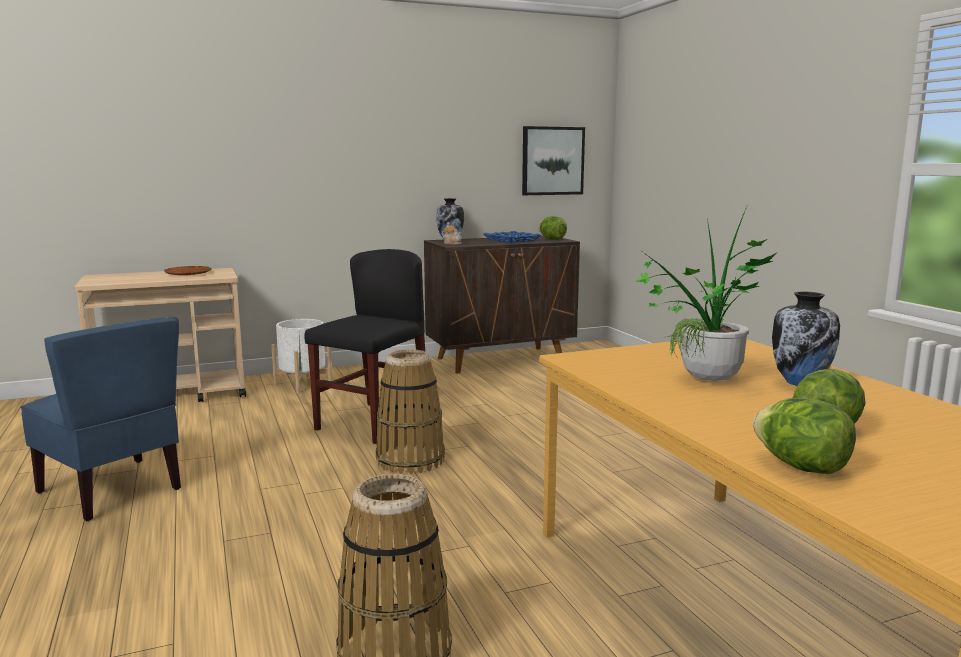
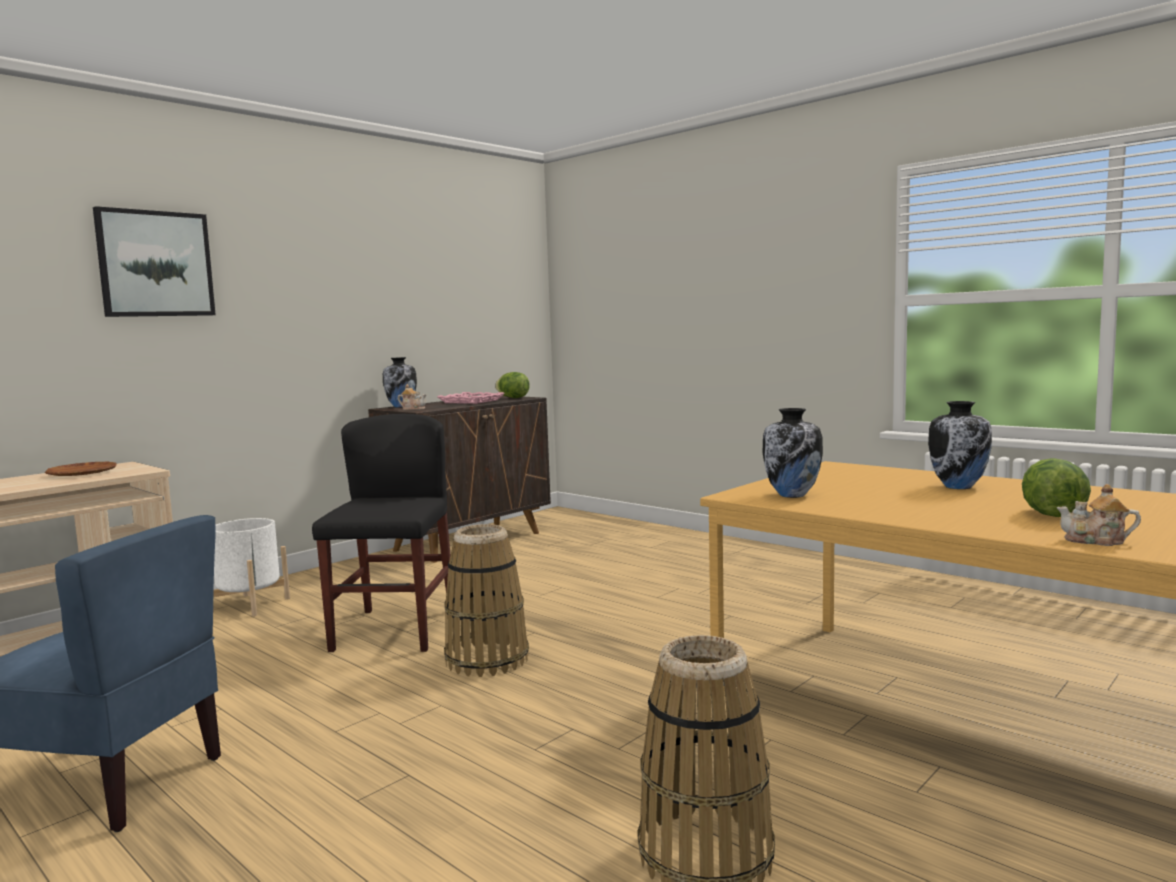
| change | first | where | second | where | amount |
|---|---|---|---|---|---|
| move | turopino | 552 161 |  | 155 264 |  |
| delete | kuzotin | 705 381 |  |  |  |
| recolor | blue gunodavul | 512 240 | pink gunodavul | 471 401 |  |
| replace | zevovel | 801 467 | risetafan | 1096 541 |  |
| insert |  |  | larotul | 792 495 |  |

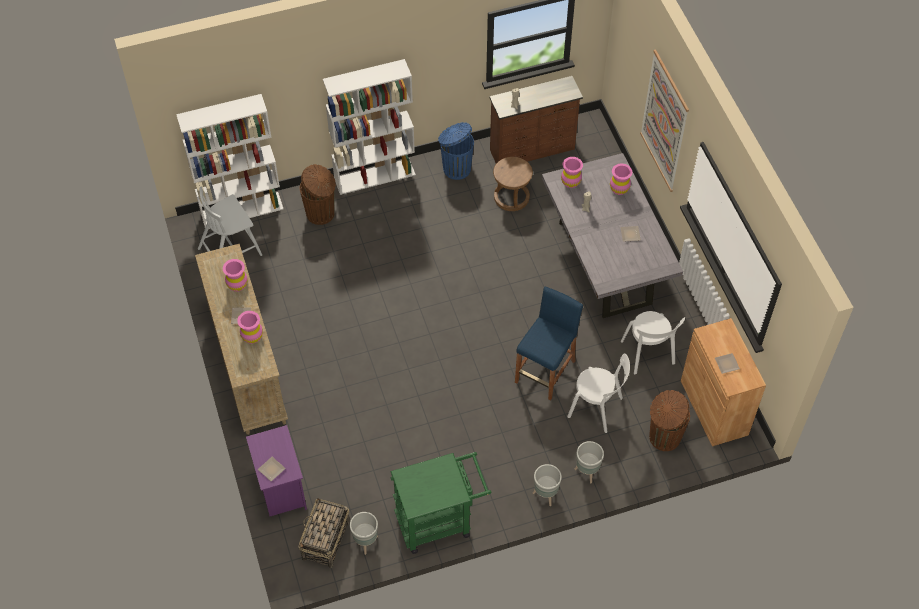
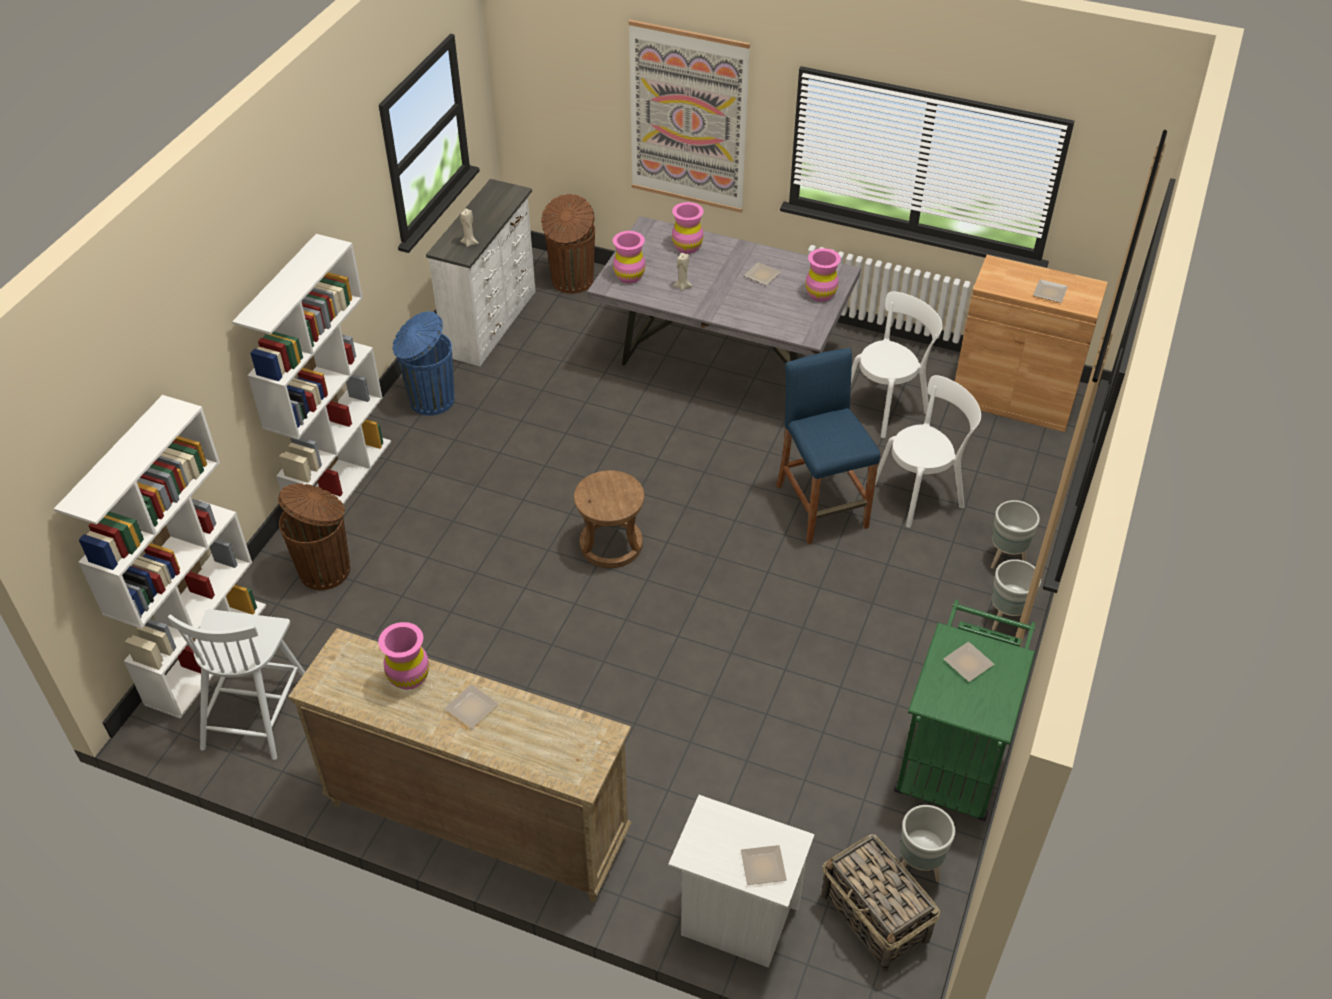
| change | first | where | second | where | amount |
|---|---|---|---|---|---|
| recolor | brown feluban | 533 150 | white feluban | 492 323 |  |
| move | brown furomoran | 511 197 |  | 611 544 |  |
| move | pink larotul | 252 337 |  | 820 294 |  |
| rotate | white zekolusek | 648 354 |  | 887 406 | 60 degrees counterclockwise |
| move | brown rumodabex | 663 437 |  | 572 281 |  |
| recolor | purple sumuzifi | 281 490 | white sumuzifi | 735 920 |  |
| insert |  |  | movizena | 968 662 |  |

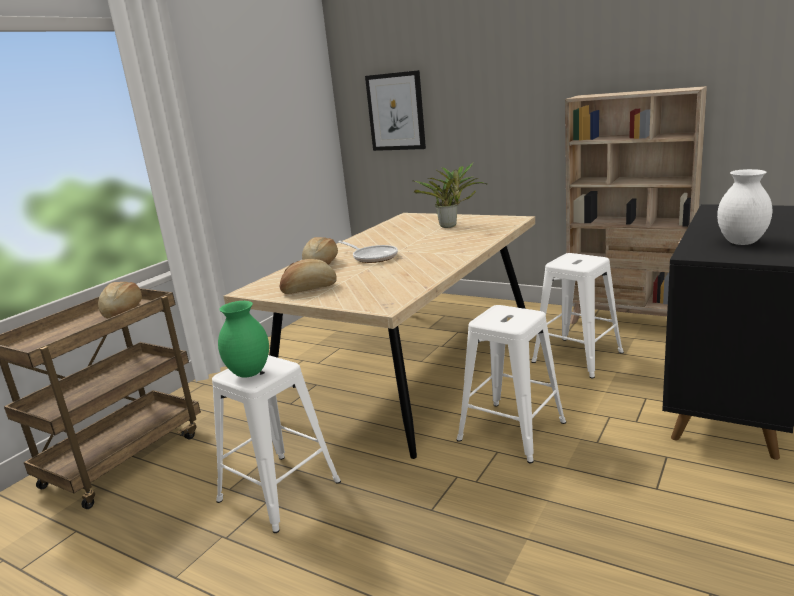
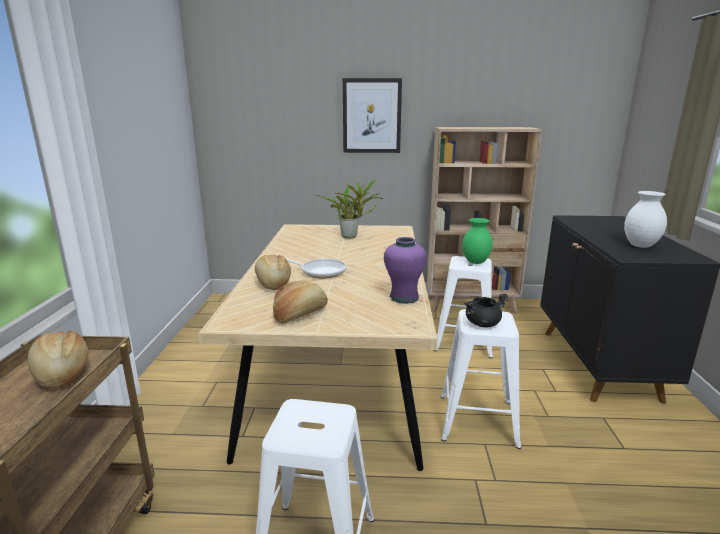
| change | first | where | second | where | amount |
|---|---|---|---|---|---|
| move | turopino | 396 111 |  | 372 116 |  |
| move | green larotul | 249 373 |  | 476 262 |  |
| insert |  |  | purple larotul | 404 298 |  |
| insert |  |  | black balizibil | 482 323 |  |

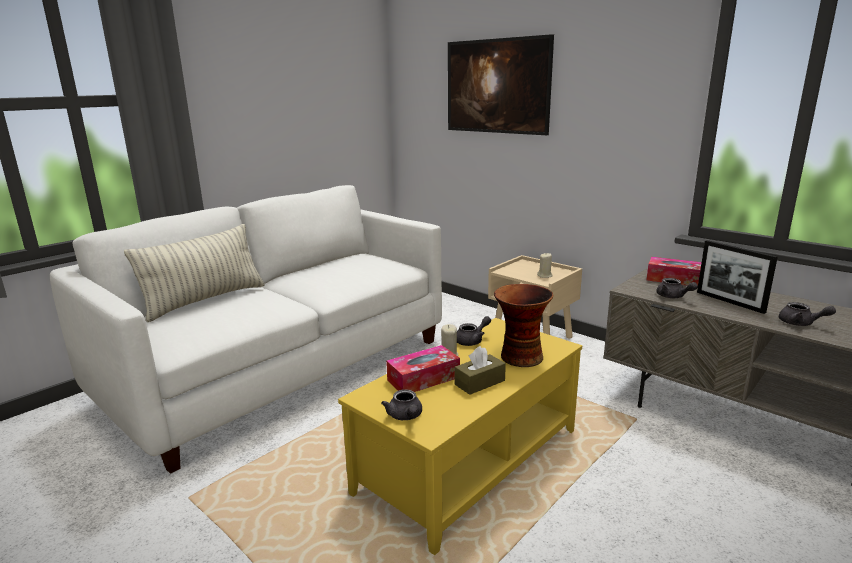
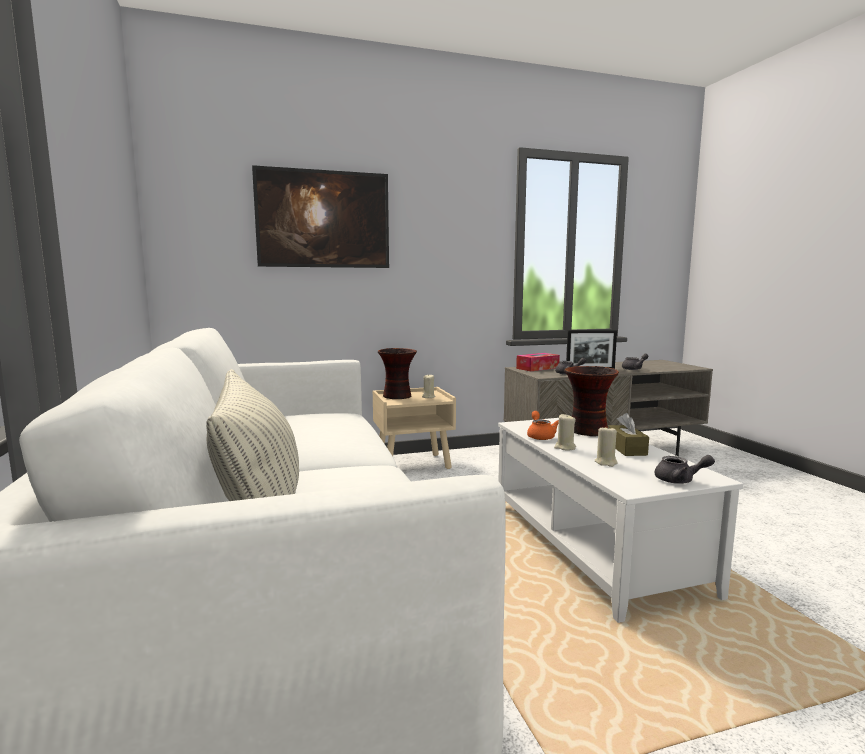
| change | first | where | second | where | amount |
|---|---|---|---|---|---|
| recolor | grey risetafan | 472 341 | orange risetafan | 540 436 |  |
| recolor | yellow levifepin | 468 460 | white levifepin | 590 546 |  |
| replace | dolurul | 423 379 | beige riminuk | 606 462 |  |
| insert |  |  | larotul | 398 396 |  |

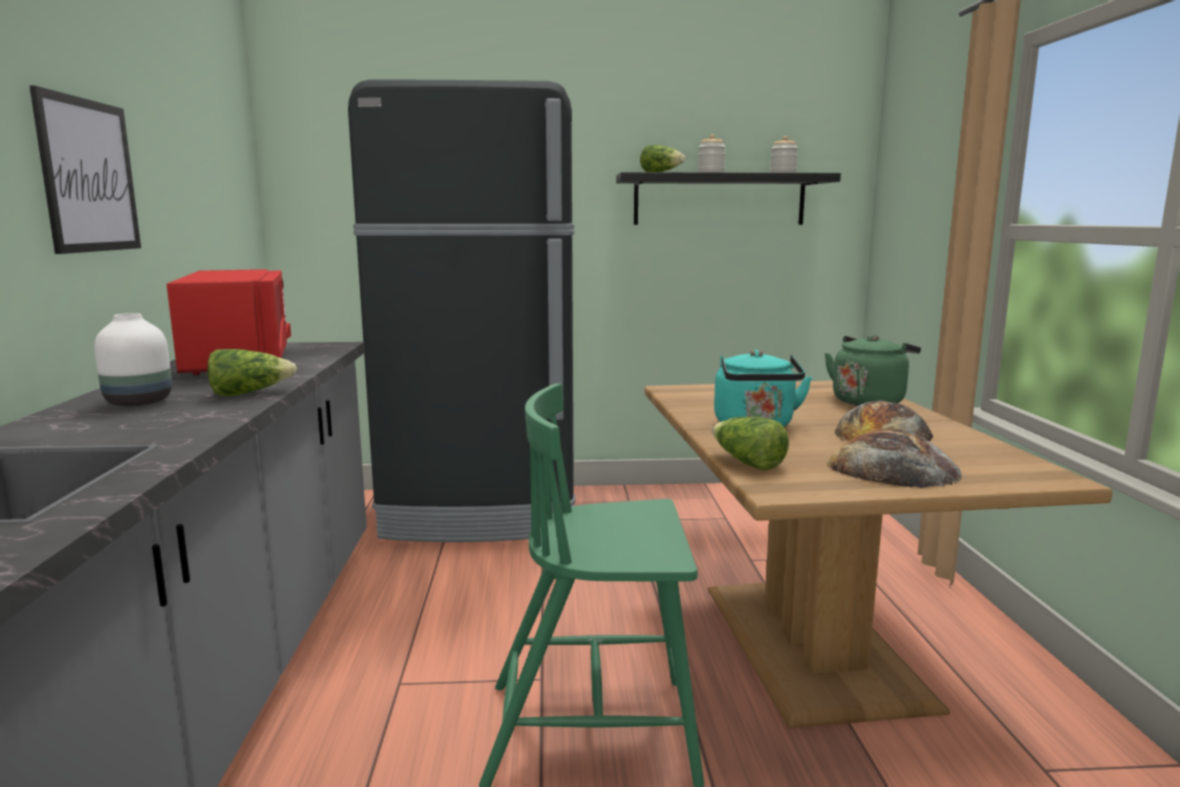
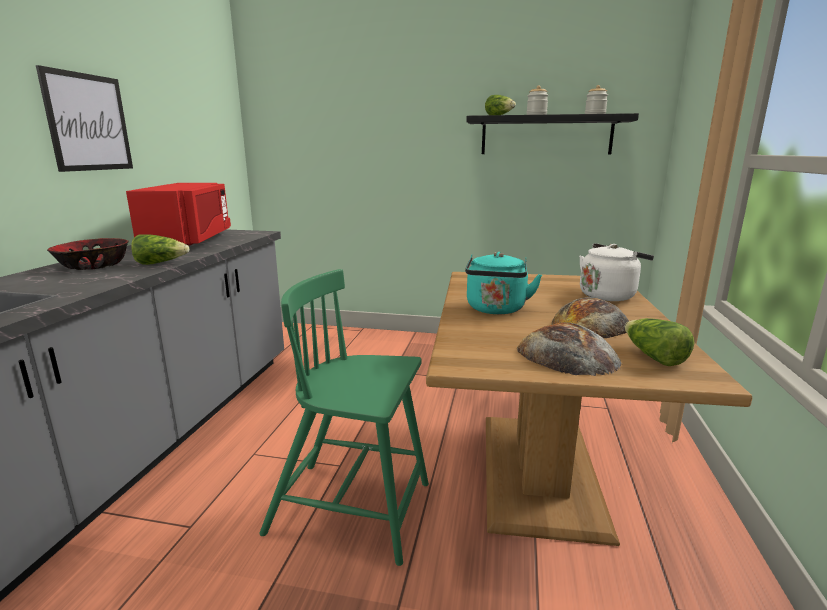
| change | first | where | second | where | amount |
|---|---|---|---|---|---|
| delete | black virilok | 483 512 |  |  |  |
| replace | white larotul | 138 403 | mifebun | 93 265 |  |
| recolor | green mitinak | 869 401 | white mitinak | 609 295 |  |
| move | zevovel | 747 463 |  | 653 357 |  |

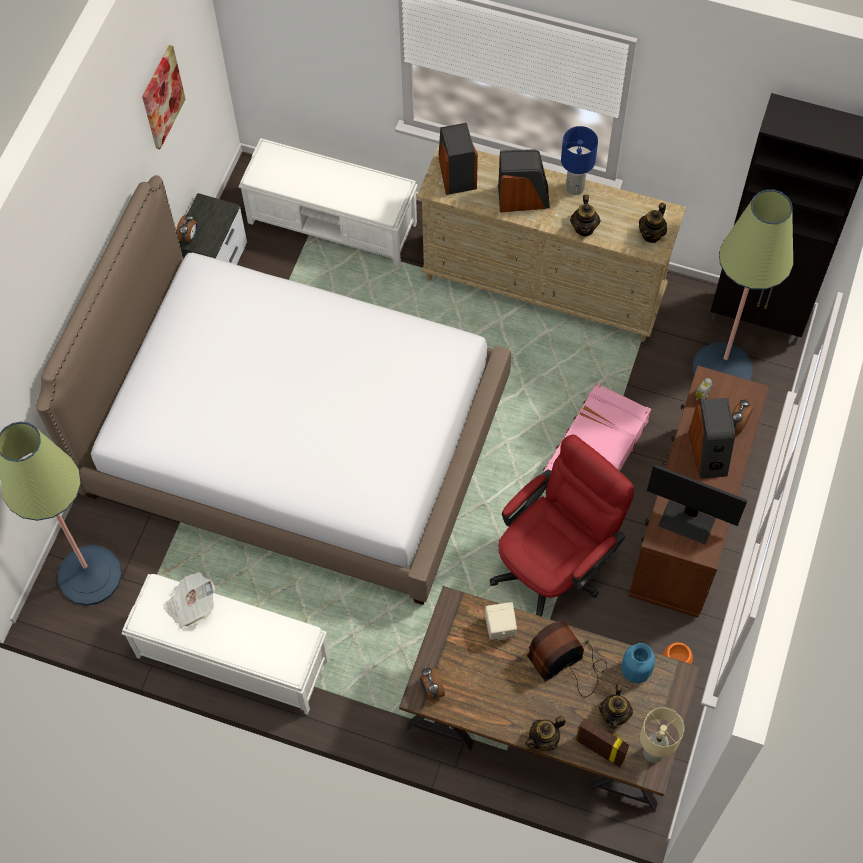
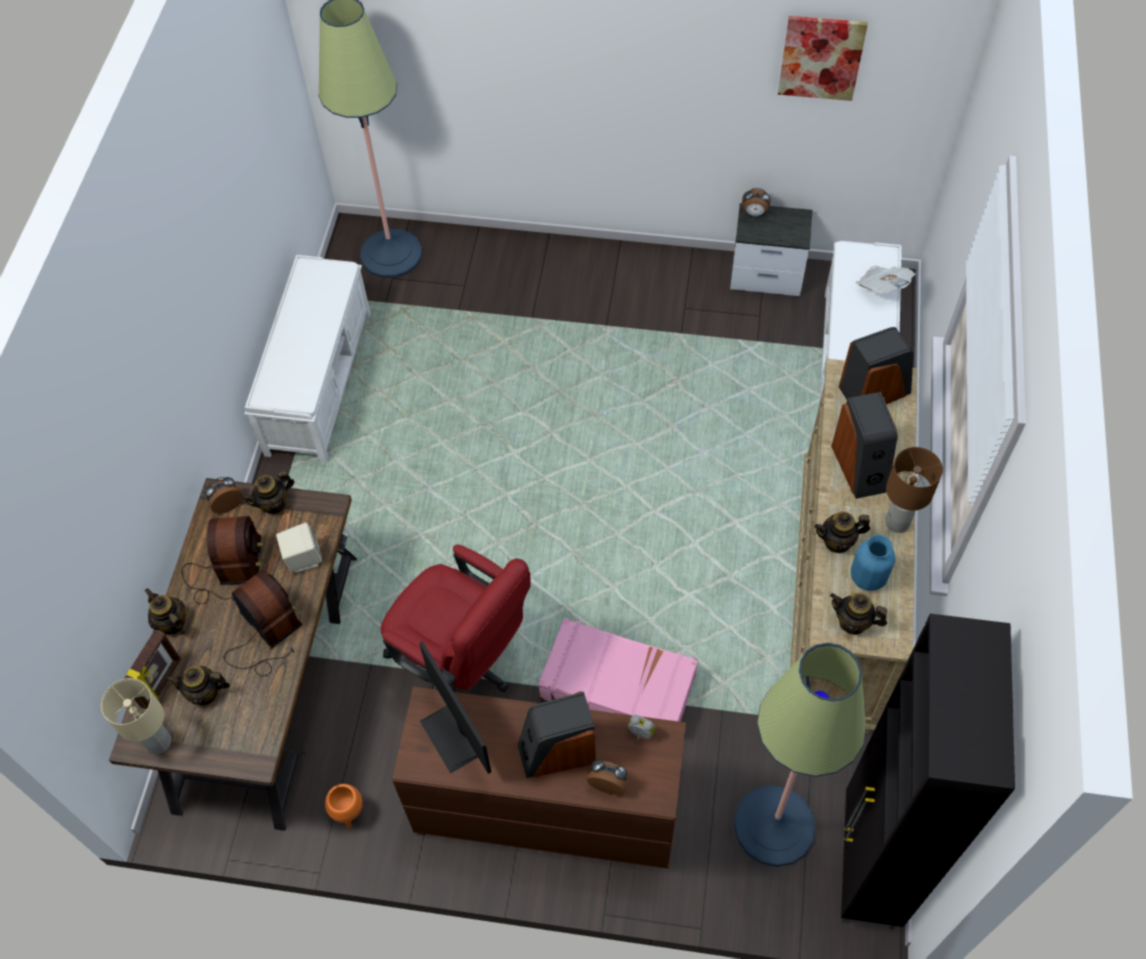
| change | first | where | second | where | amount |
|---|---|---|---|---|---|
| recolor | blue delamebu | 575 188 | brown delamebu | 897 523 |  |
| delete | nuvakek | 296 440 |  |  |  |
| rotate | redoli | 687 521 |  | 454 736 | 45 degrees counterclockwise |
| move | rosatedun | 191 605 |  | 882 287 |  |
| move | blue larotul | 636 670 |  | 868 577 |  |
| insert |  |  | risetafan | 274 504 |  |
| insert |  |  | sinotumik | 227 570 |  |

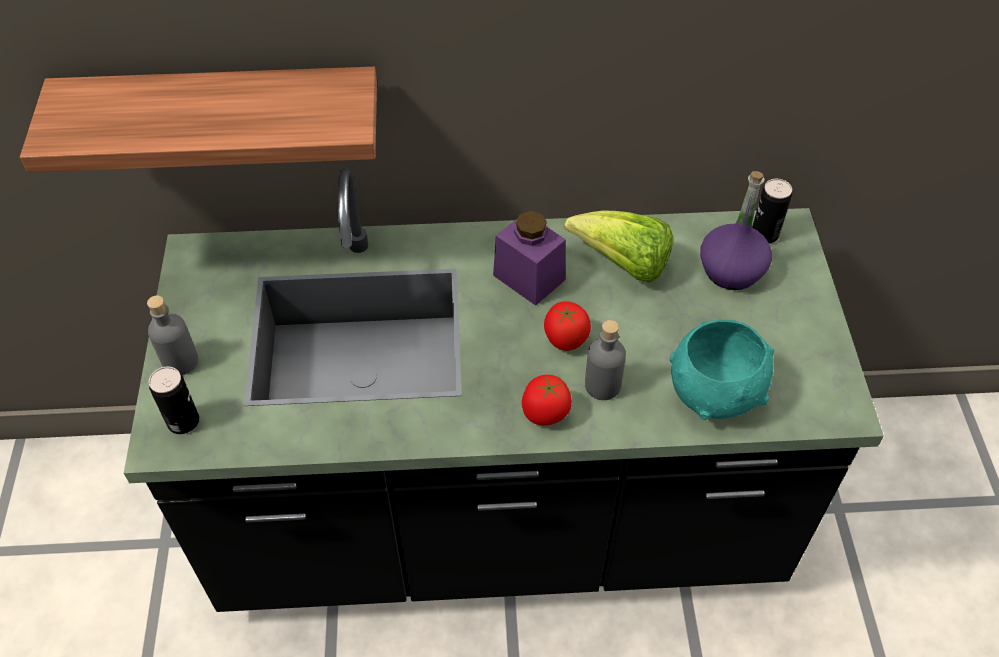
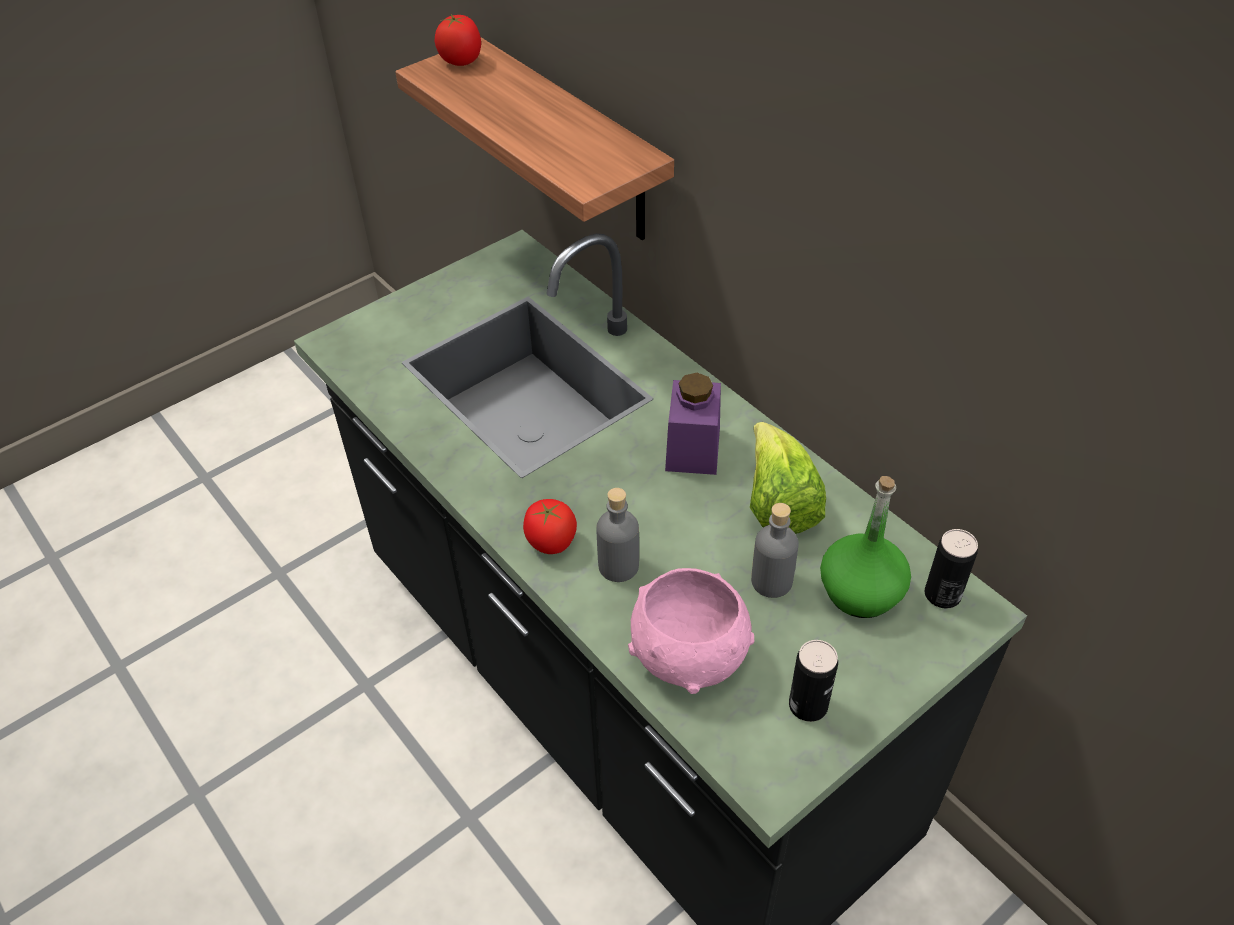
| change | first | where | second | where | amount |
|---|---|---|---|---|---|
| recolor | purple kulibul | 731 270 | green kulibul | 861 591 |  |
| move | grey kulibul | 180 361 |  | 771 581 |  |
| move | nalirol | 565 339 |  | 461 61 |  |
| recolor | turquoise mifebun | 715 394 | pink mifebun | 688 658 |  |
| move | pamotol | 183 421 |  | 808 705 |  |

